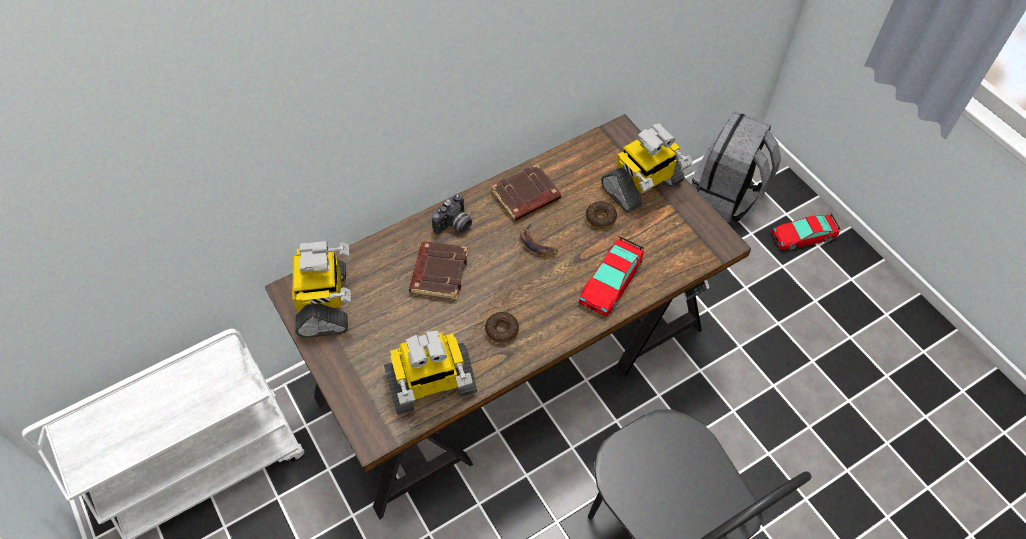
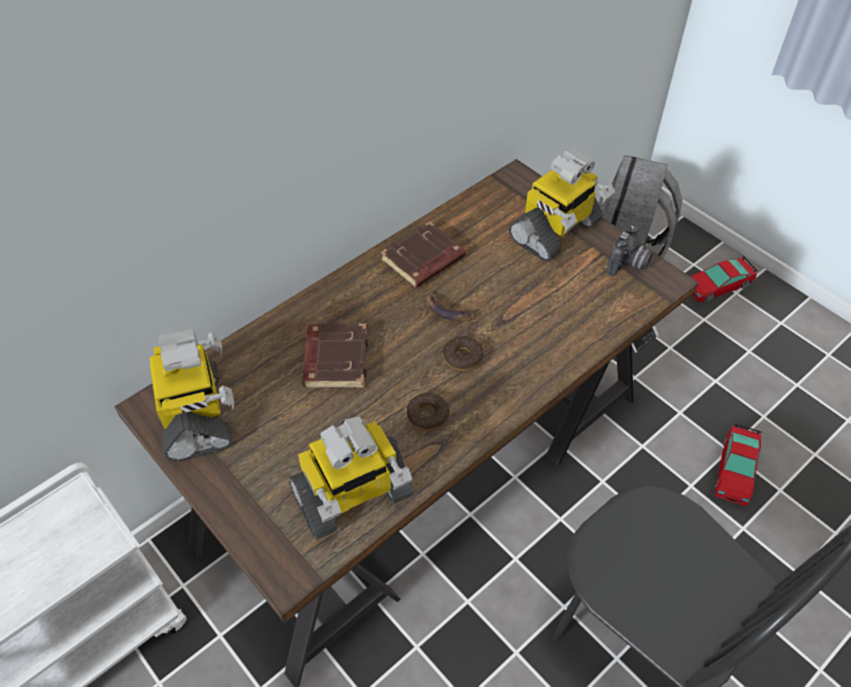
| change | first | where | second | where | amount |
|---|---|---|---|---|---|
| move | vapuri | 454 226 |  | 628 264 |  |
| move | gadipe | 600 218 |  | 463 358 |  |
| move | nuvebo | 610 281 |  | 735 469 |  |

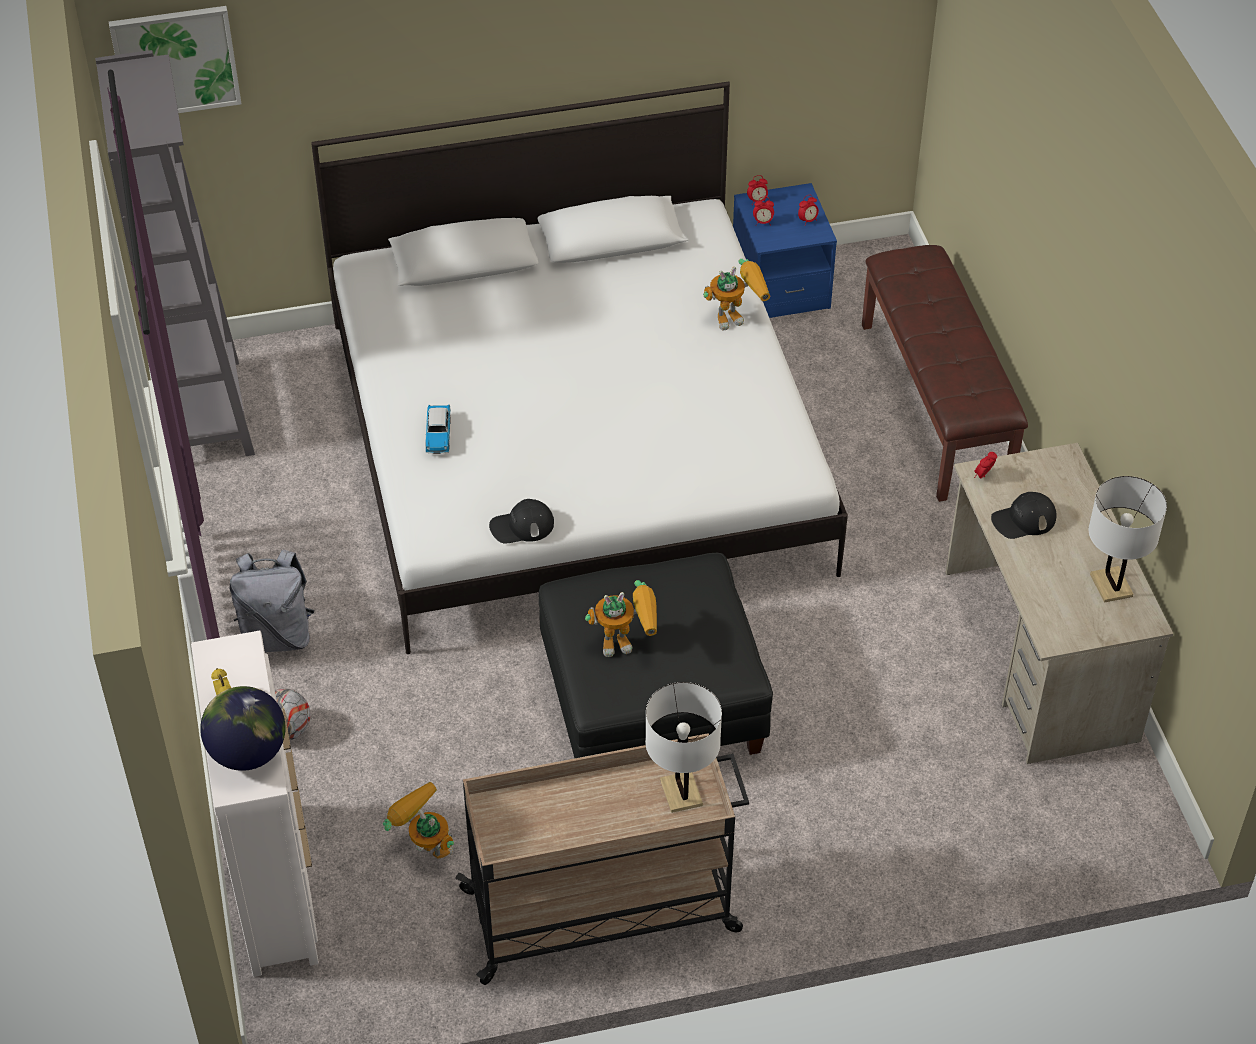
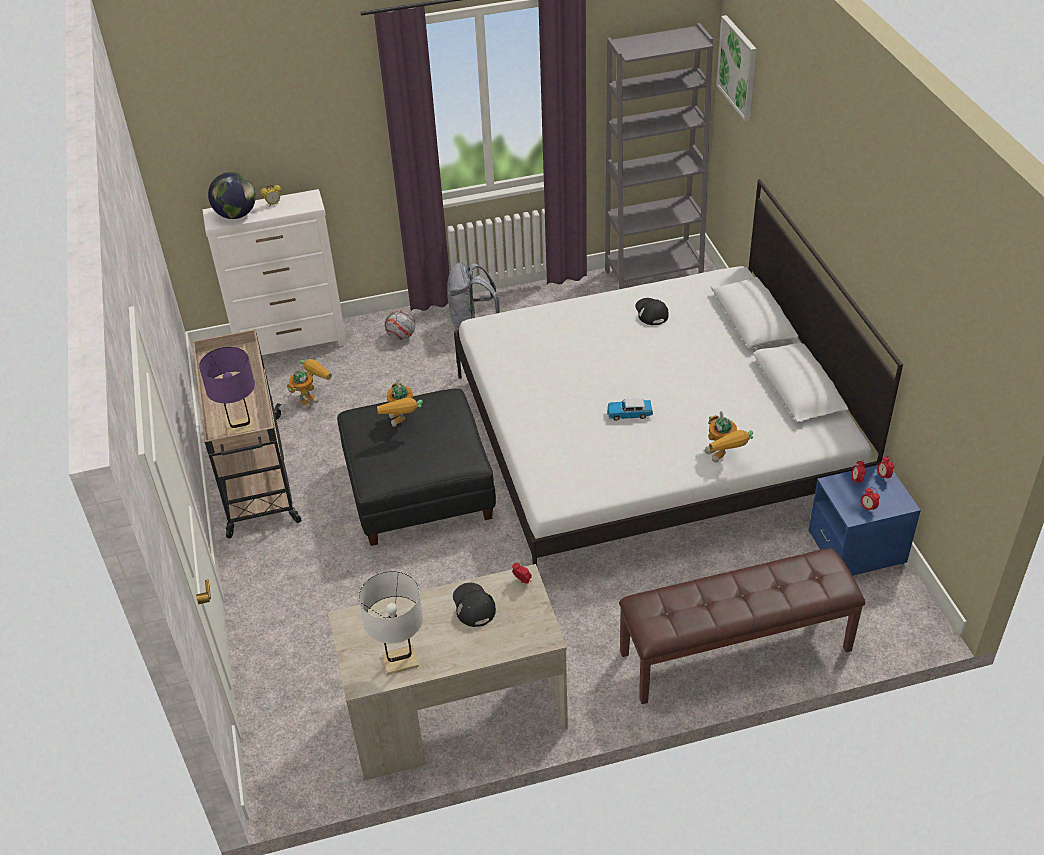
| change | first | where | second | where | amount |
|---|---|---|---|---|---|
| move | nuvebo | 438 435 |  | 629 414 |  |
| move | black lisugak | 521 526 |  | 651 312 |  |
| recolor | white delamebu | 681 793 | purple delamebu | 241 428 |  |

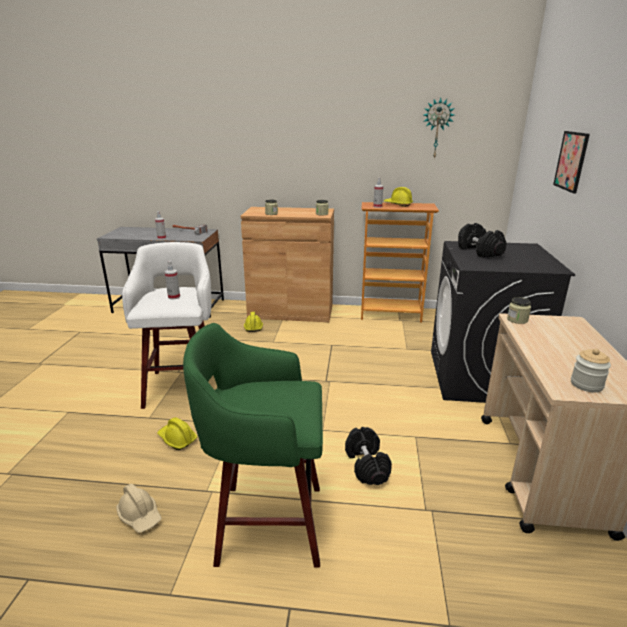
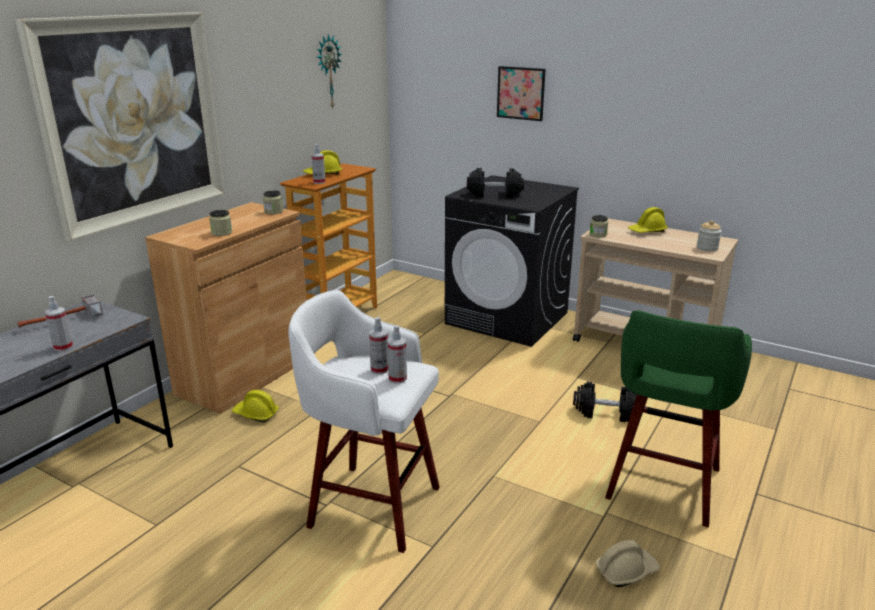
| change | first | where | second | where | amount |
|---|---|---|---|---|---|
| move | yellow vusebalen | 177 439 |  | 647 231 |  |
| insert |  |  | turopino | 134 120 |  |
| insert |  |  | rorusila | 397 379 |  |

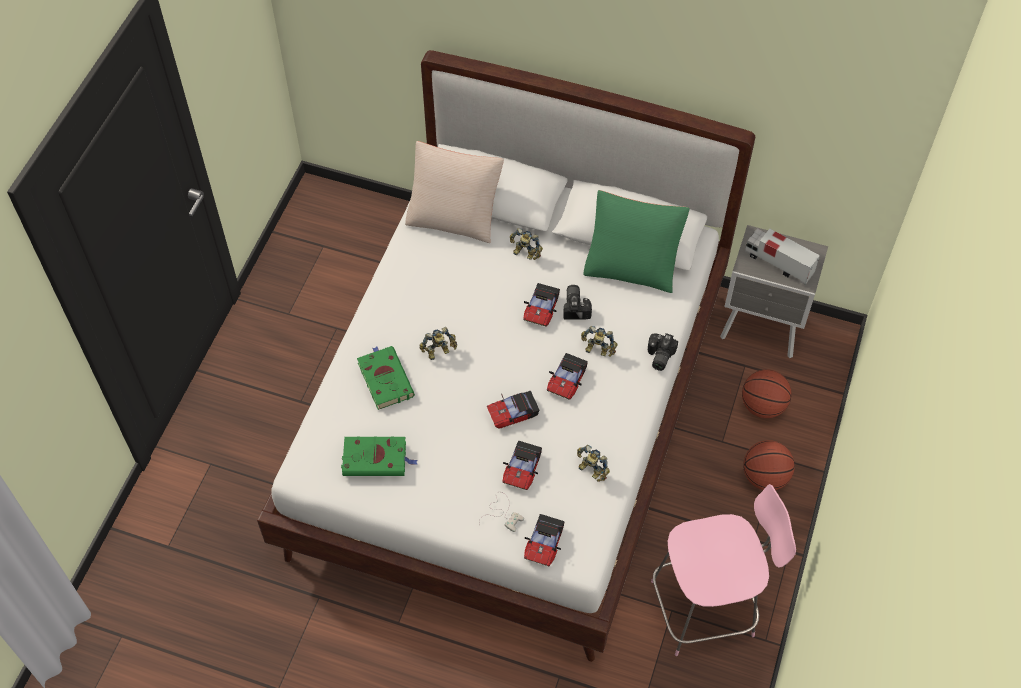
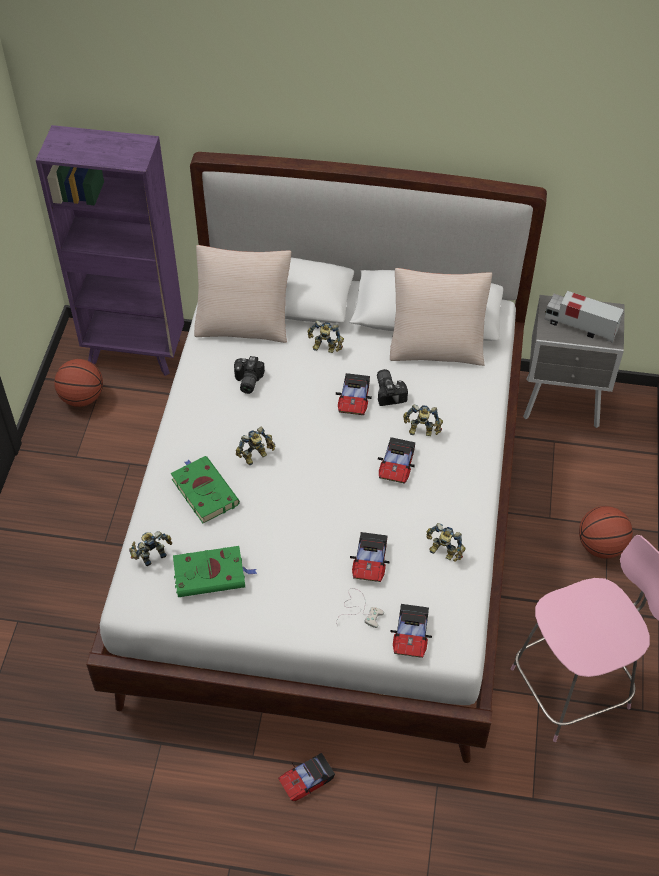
| change | first | where | second | where | amount |
|---|---|---|---|---|---|
| recolor | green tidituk | 632 263 | beige tidituk | 437 343 |  |
| move | vapuri | 658 356 |  | 247 381 |  |
| move | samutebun | 762 406 |  | 82 398 |  |
| move | nuvebo | 513 412 |  | 306 780 |  |
| insert |  |  | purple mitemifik | 136 352 |  |
| insert |  |  | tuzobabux | 151 554 |  |

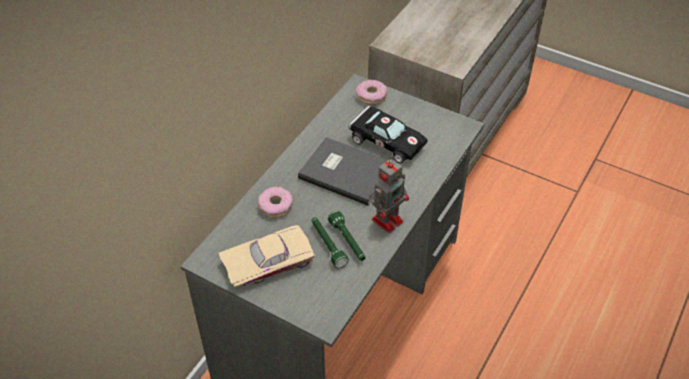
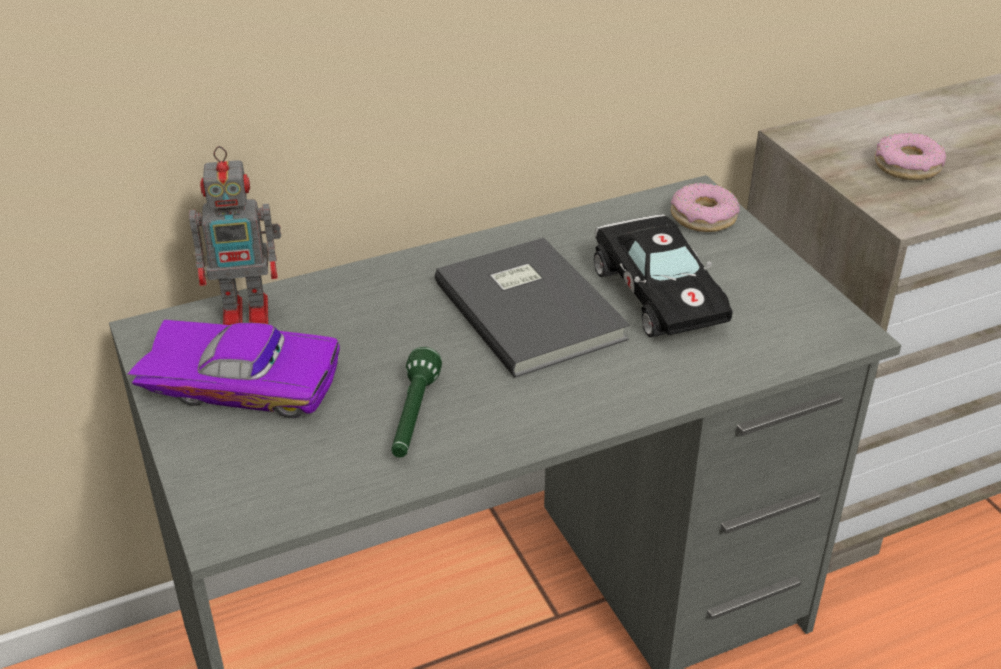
| change | first | where | second | where | amount |
|---|---|---|---|---|---|
| move | tuzobabux | 388 219 |  | 249 313 |  |
| move | gadipe | 275 206 |  | 906 166 |  |
| delete | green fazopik | 327 245 |  |  |  |
| recolor | beige nuvebo | 267 260 | purple nuvebo | 243 379 |  |

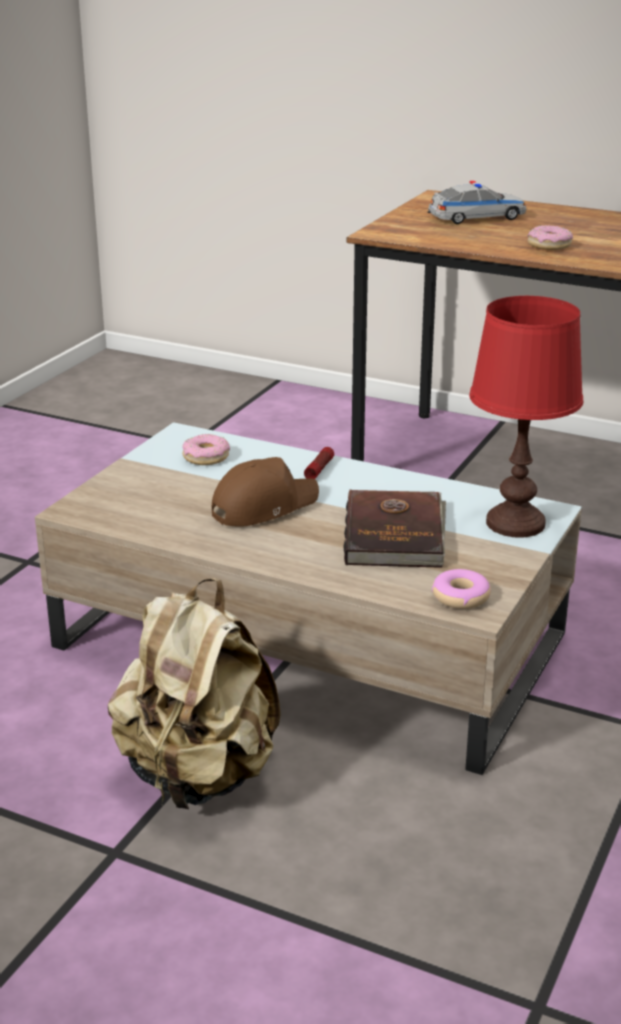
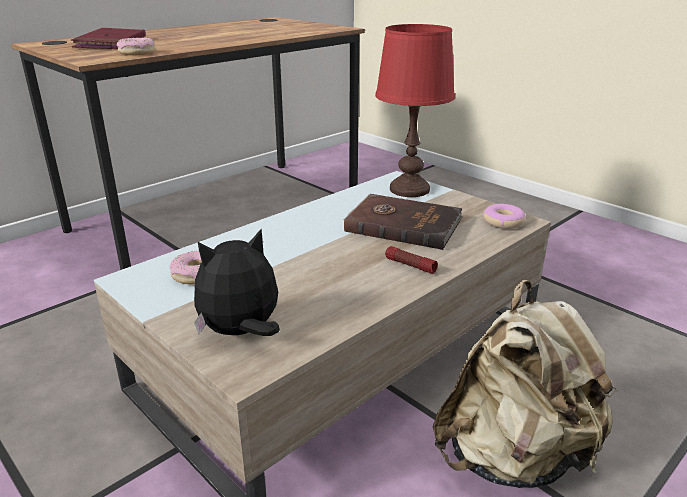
| change | first | where | second | where | amount |
|---|---|---|---|---|---|
| replace | nuvebo | 477 217 | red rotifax | 111 43 |  |
| move | gadipe | 549 245 |  | 137 53 |  |
| move | fazopik | 319 469 |  | 410 265 |  |
| delete | brown lisugak | 263 506 |  |  |  |
| insert |  |  | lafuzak | 241 333 |  |

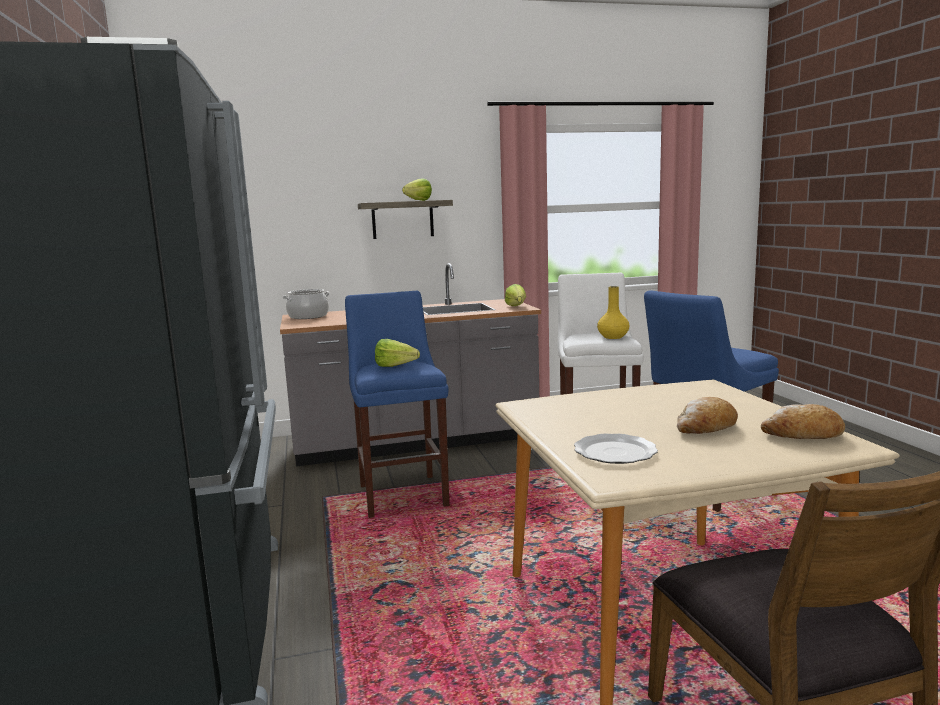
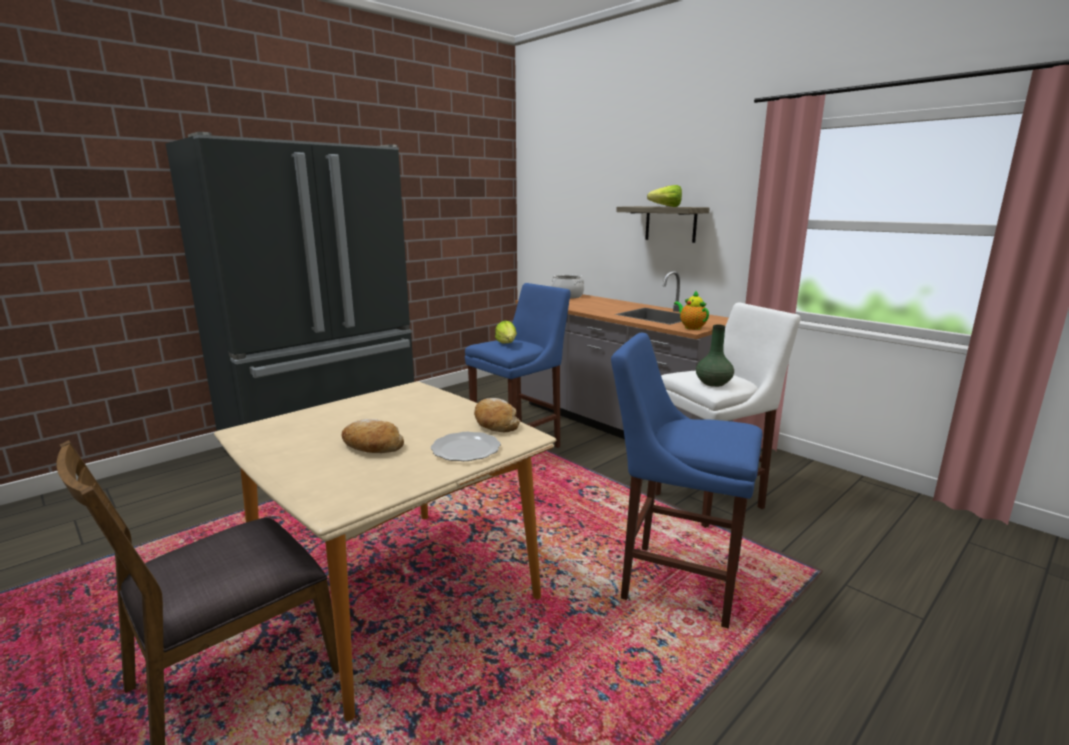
| change | first | where | second | where | amount |
|---|---|---|---|---|---|
| replace | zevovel | 516 307 | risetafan | 691 327 |  |
| recolor | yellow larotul | 613 337 | green larotul | 714 383 |  |
| move | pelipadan | 803 435 |  | 495 423 |  |
| move | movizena | 615 452 |  | 467 449 |  |

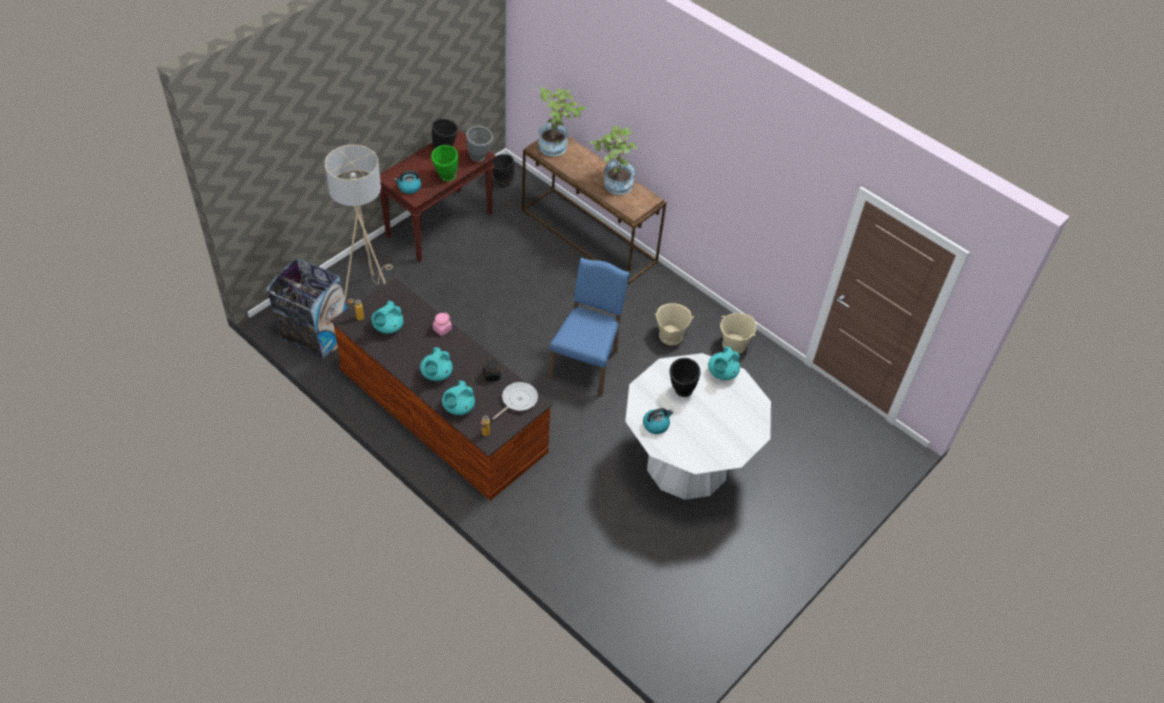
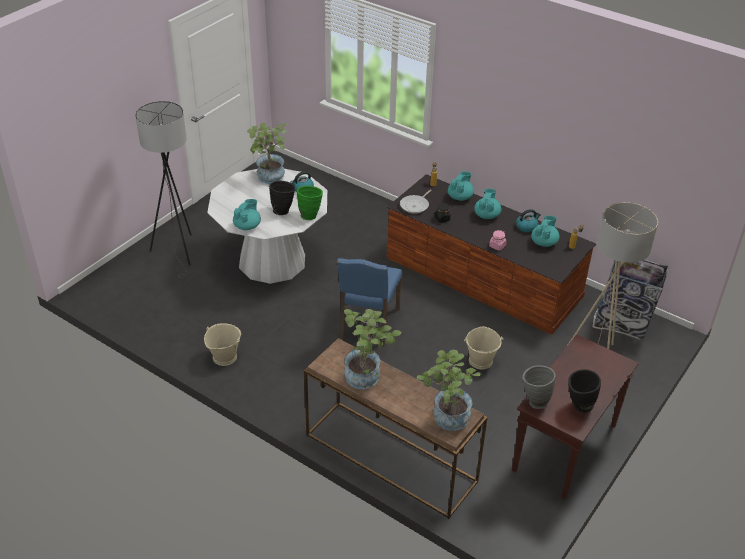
| change | first | where | second | where | amount |
|---|---|---|---|---|---|
| move | green larotul | 445 178 |  | 310 215 |  |
| delete | black larotul | 501 182 |  |  |  |
| move | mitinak | 409 188 |  | 526 226 |  |
| move | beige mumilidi | 670 336 |  | 481 361 |  |
| insert |  |  | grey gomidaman | 179 252 |  |
| insert |  |  | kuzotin | 269 179 |  |

